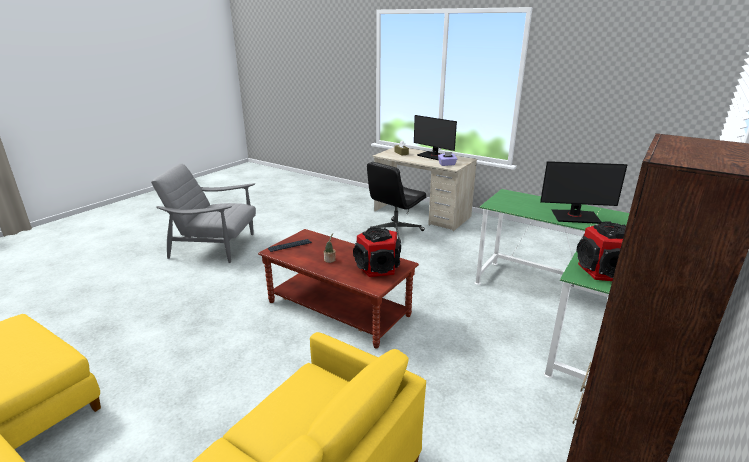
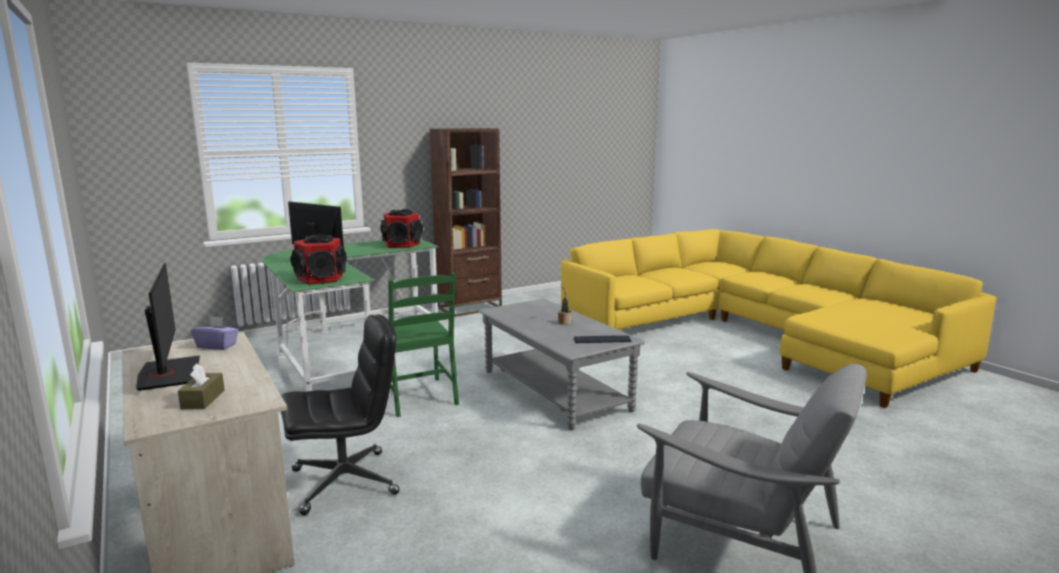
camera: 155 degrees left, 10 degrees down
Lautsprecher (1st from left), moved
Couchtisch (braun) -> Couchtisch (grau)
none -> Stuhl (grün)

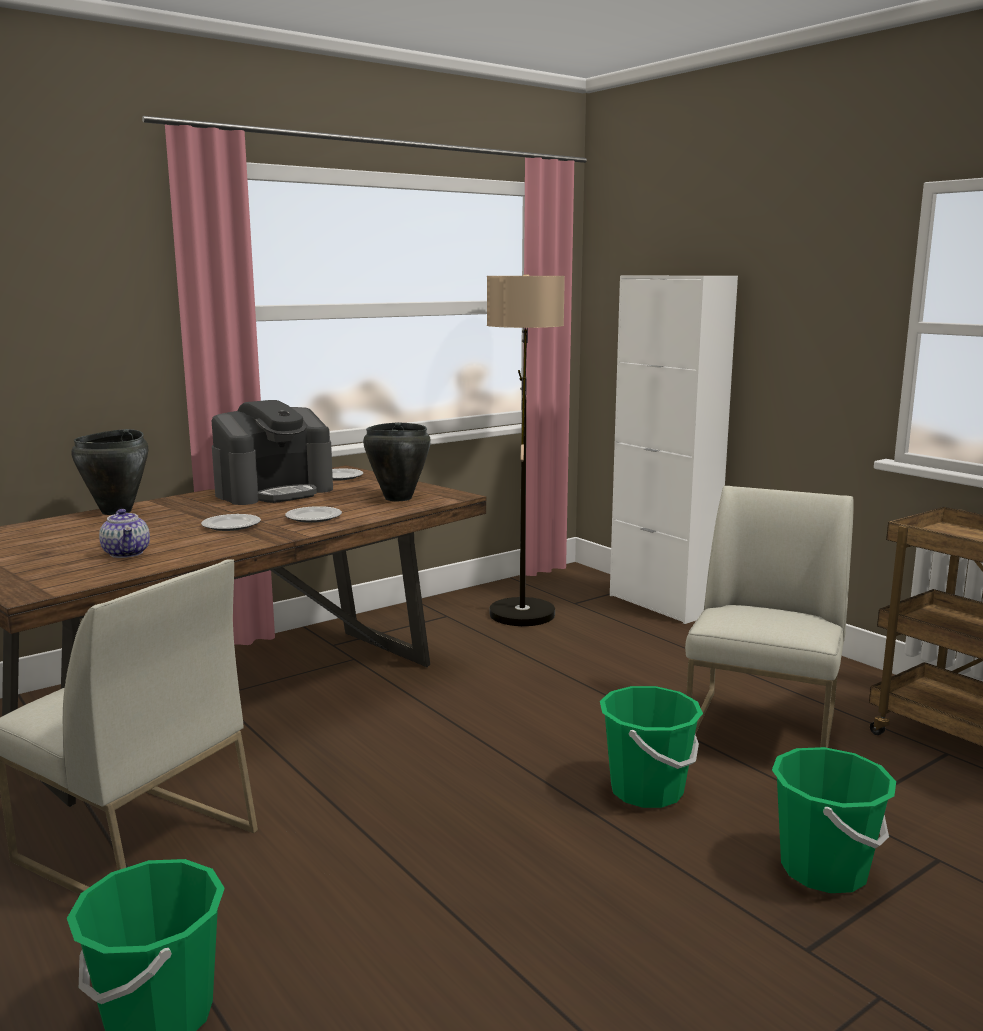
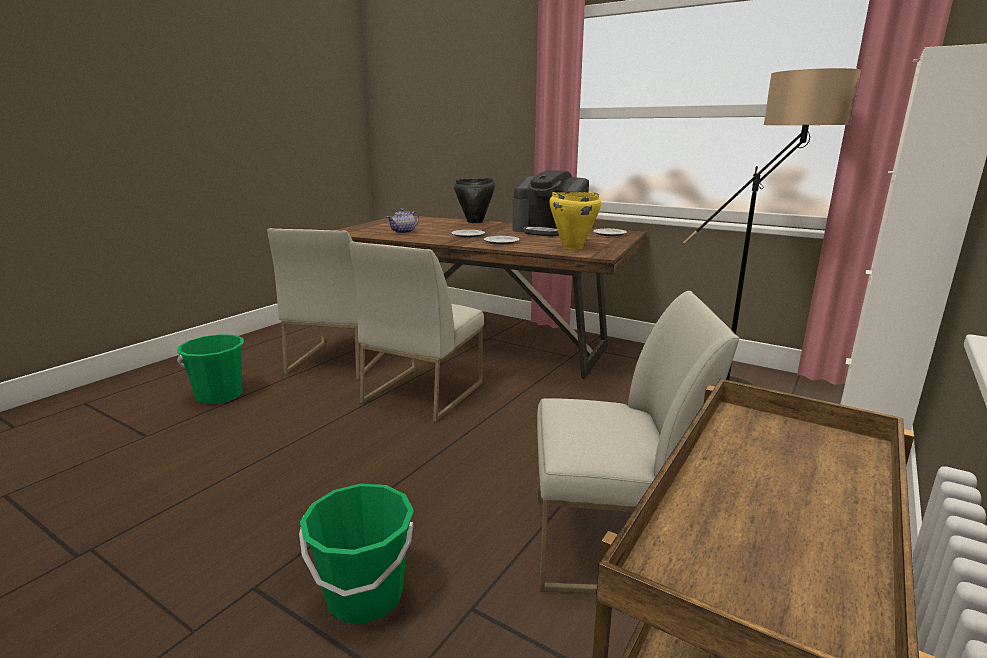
camera: 70 degrees right, 5 degrees up
Kochtopf (schwarz) (2nd from left) -> Kochtopf (gelb)
Eimer (grün) (2nd from left) -> none
none -> Stuhl (weiß) (2nd from left)

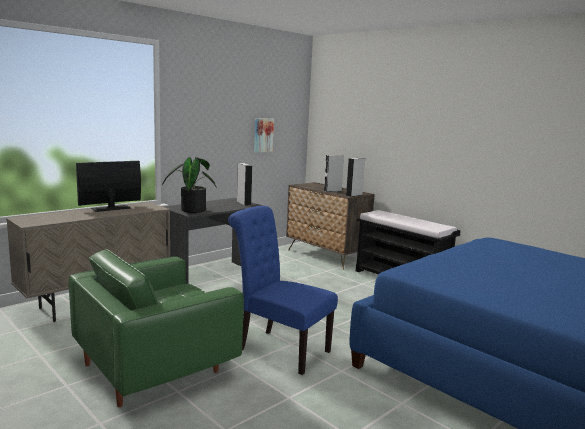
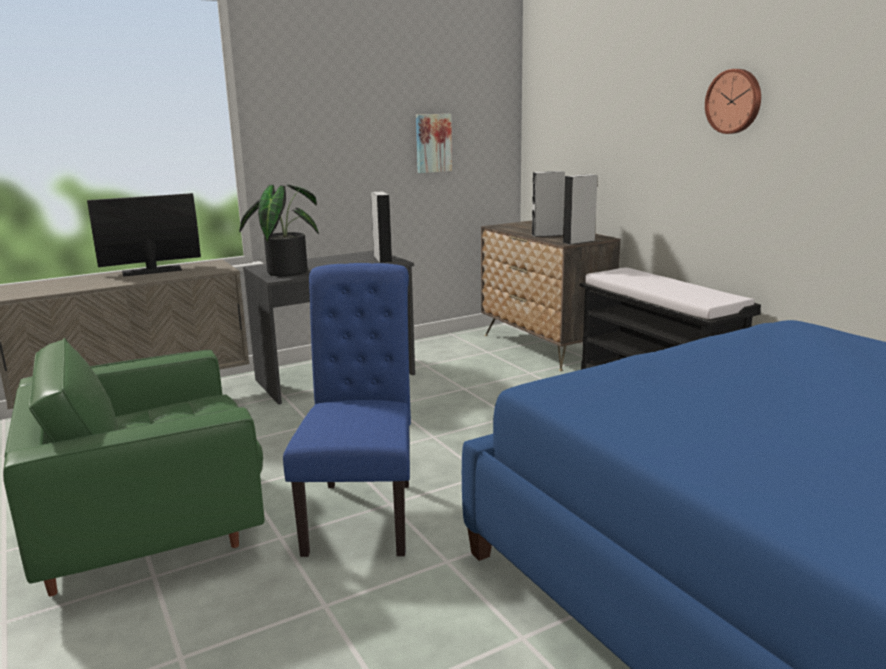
camera: 15 degrees right, 5 degrees up
Stuhl (blau), 45 degrees clockwise
none -> Wanduhr

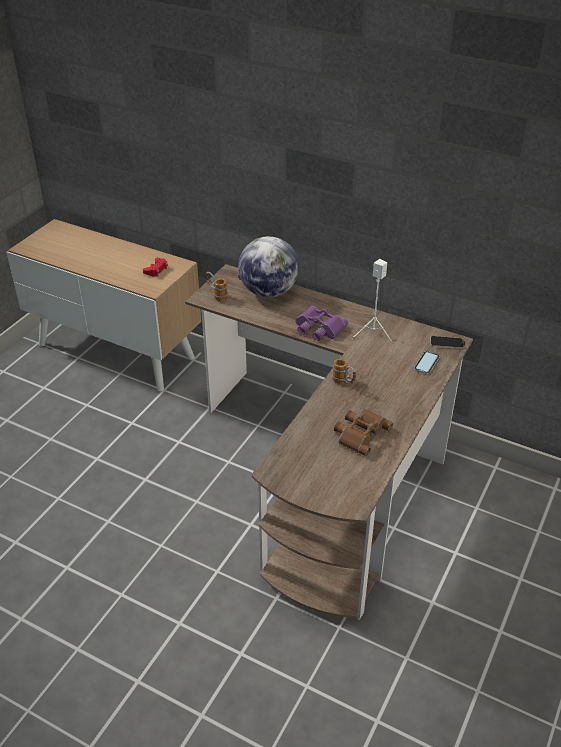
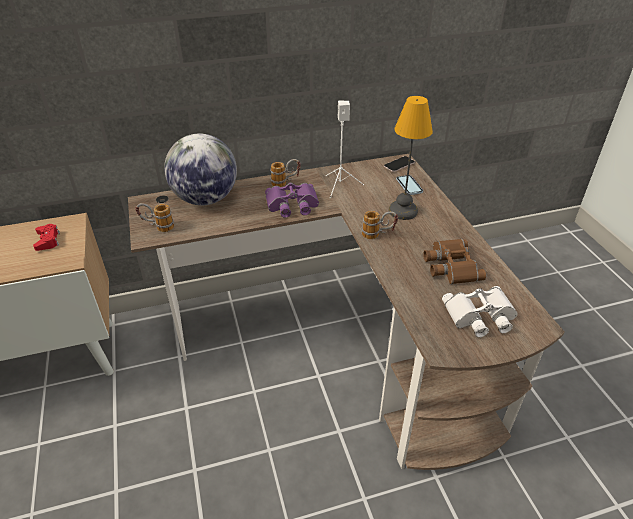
camera: 45 degrees left, 0 degrees up
none -> Tischlampe
none -> Henkelbecher (2nd from left)
none -> Fernglas (weiß)

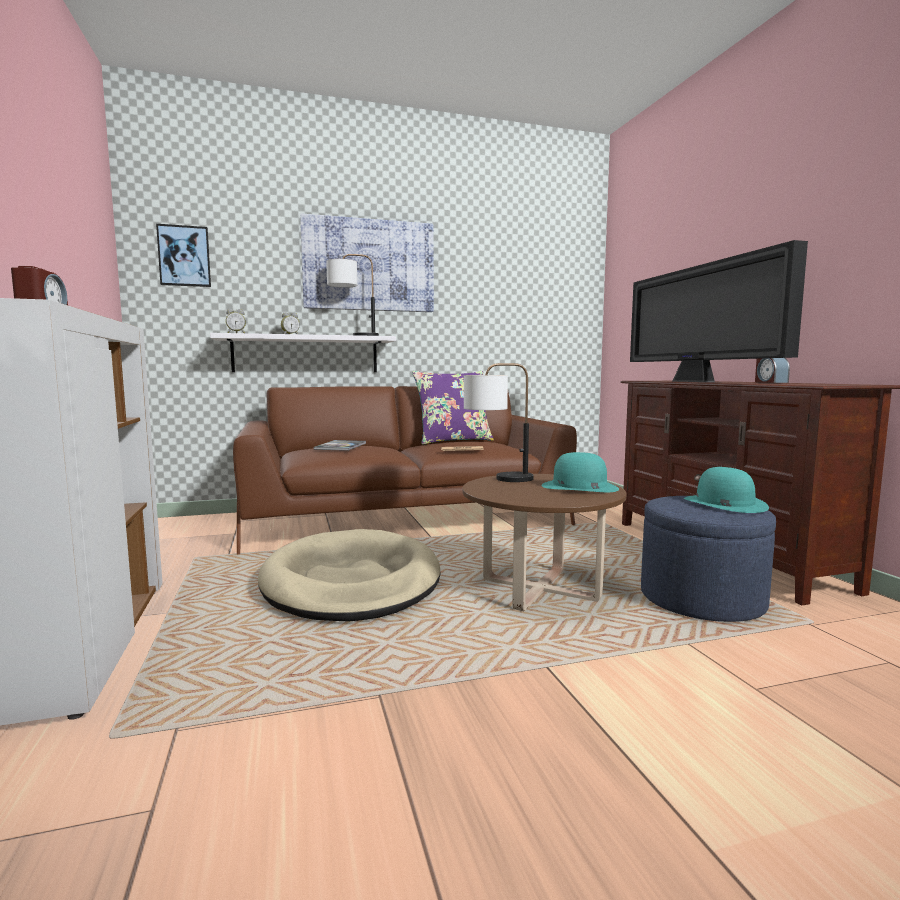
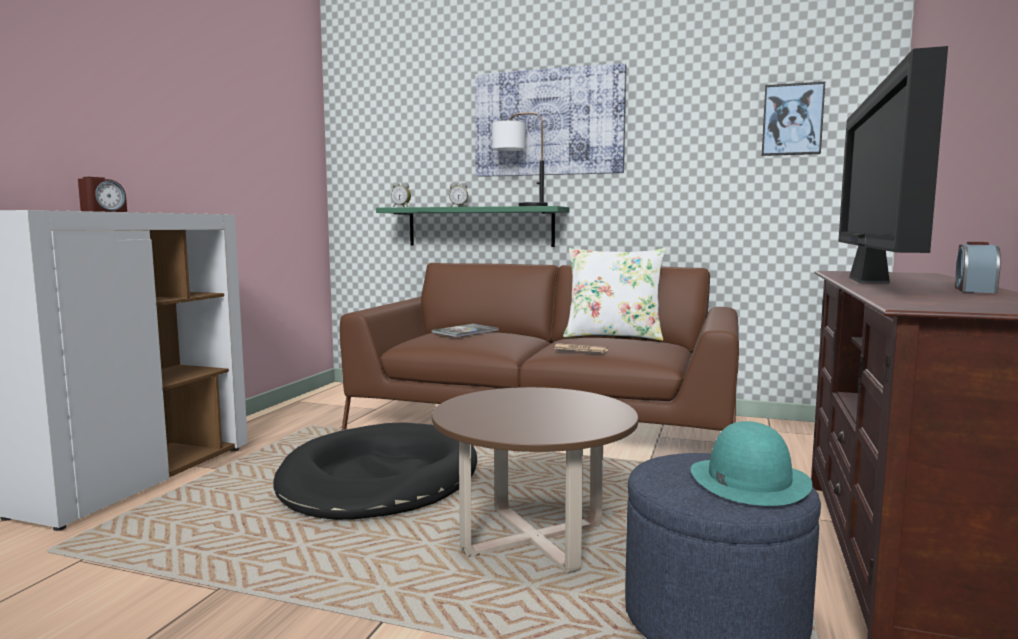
camera: 35 degrees right, 0 degrees up
Bild (1st from left in the first image) -> Bild (2nd from left), moved
Wandregal (weiß) -> Wandregal (grün)
Tischlampe (2nd from left) -> none
Kissen (lila) -> Kissen (weiß)
Hut (türkis) (1st from left) -> none
Hundebett (beige) -> Hundebett (schwarz)

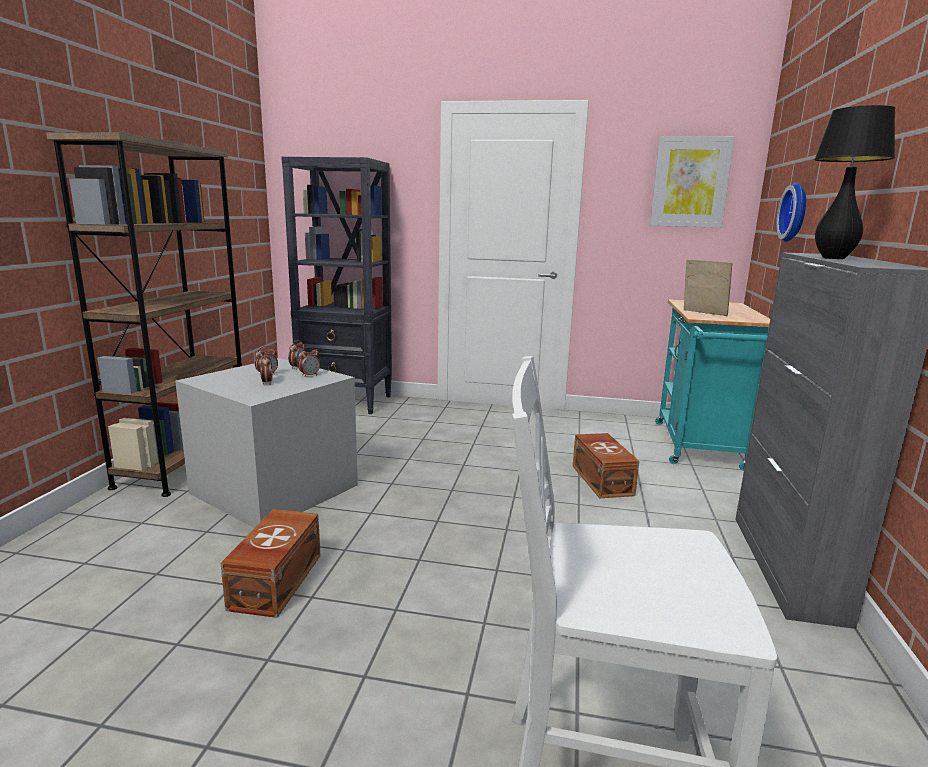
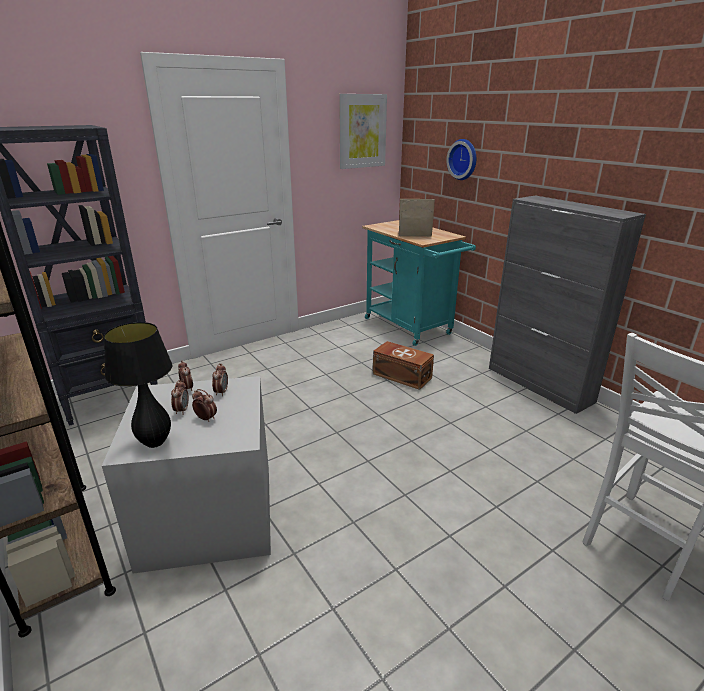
camera: 45 degrees left, 10 degrees up
Tischlampe (schwarz), moved
Aufbewahrungsbox (braun) (1st from left) -> none

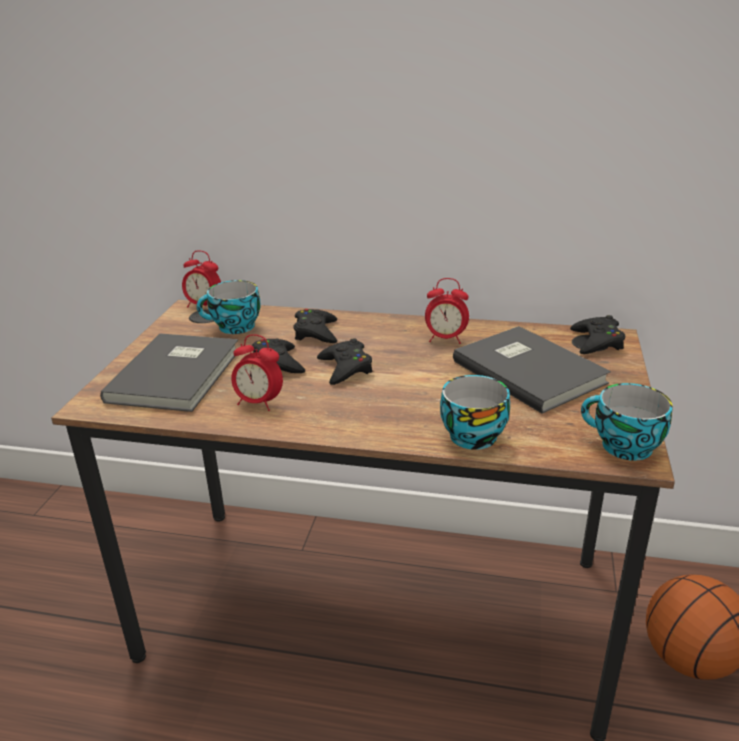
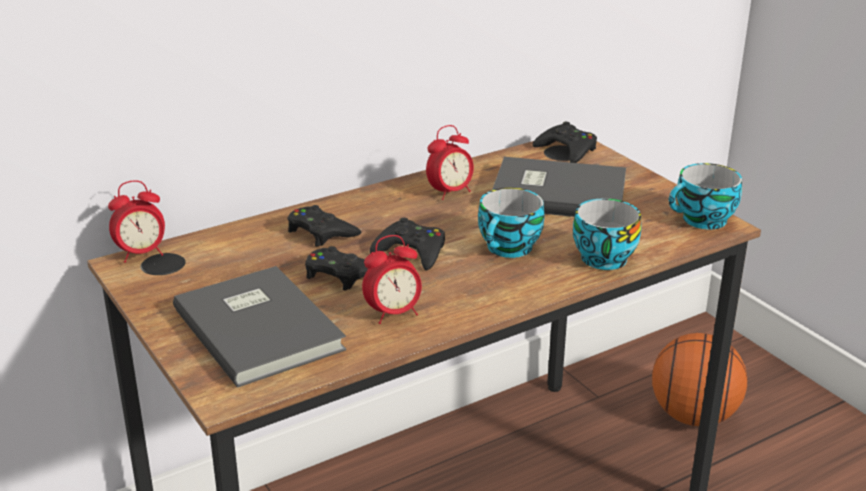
camera: 45 degrees left, 0 degrees up
Tasse (1st from left), moved

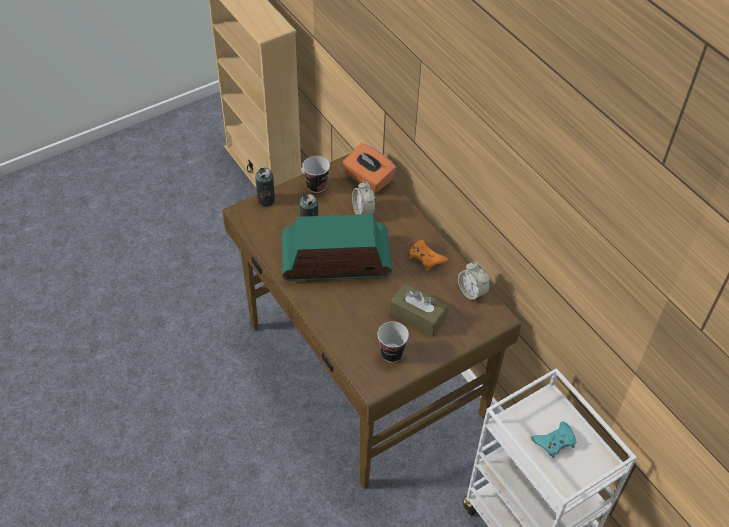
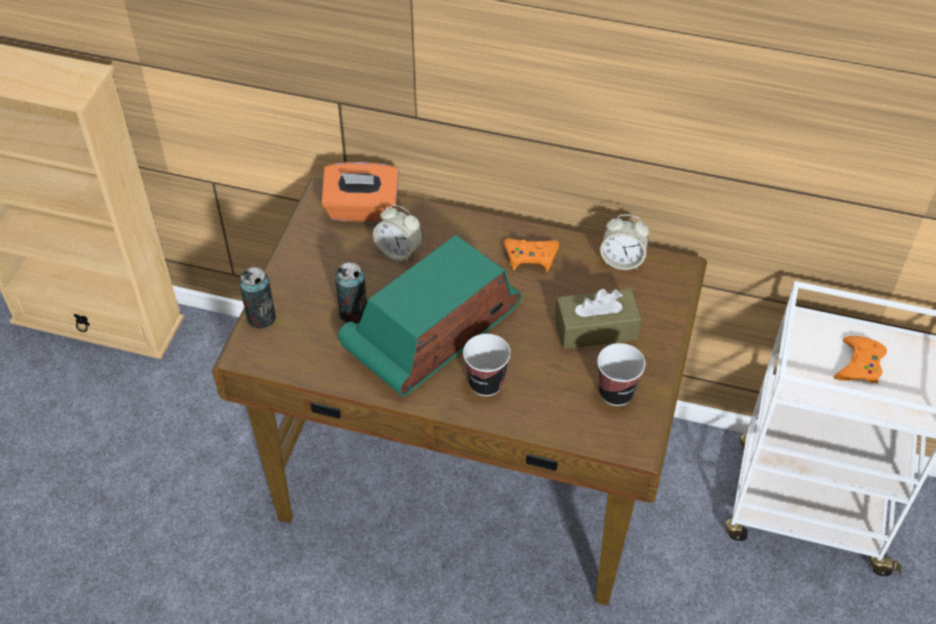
camera: 40 degrees left, 0 degrees up
Tasse (1st from left), moved
Gamepad (türkis) -> Gamepad (orange) (2nd from left)

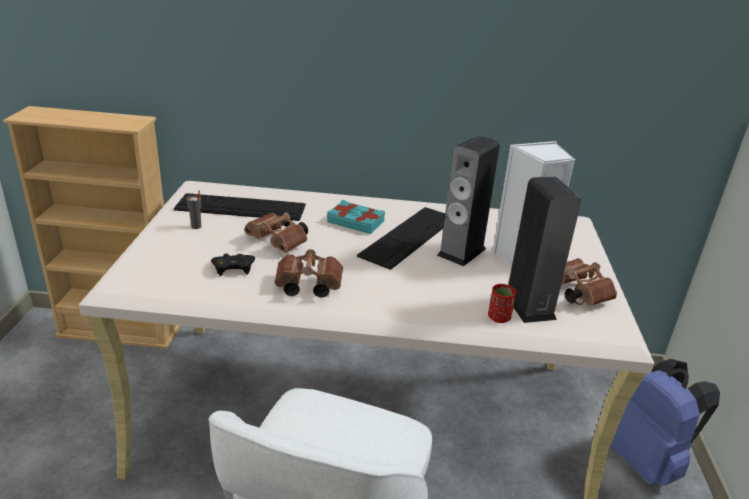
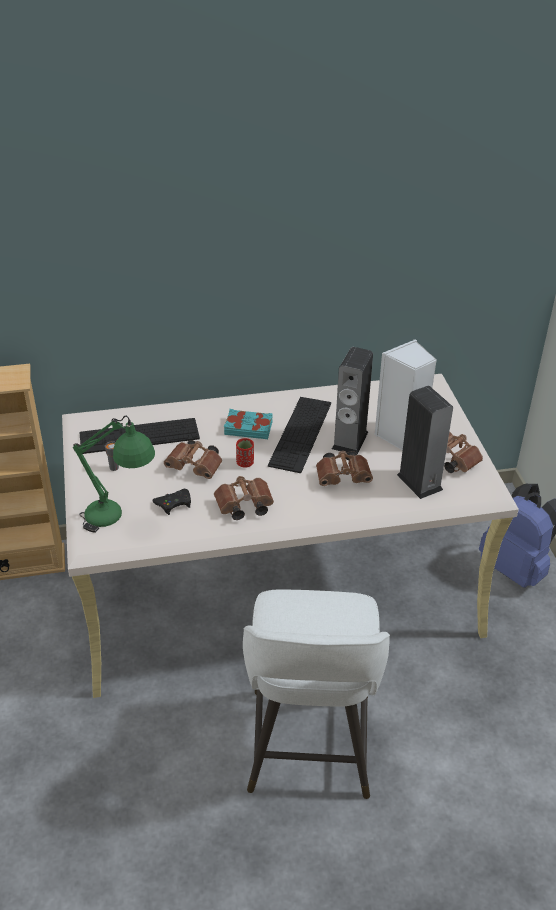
camera: 15 degrees left, 10 degrees up
Tasse (rot), moved
none -> Tischlampe (grün)
none -> Fernglas (braun) (3rd from left)

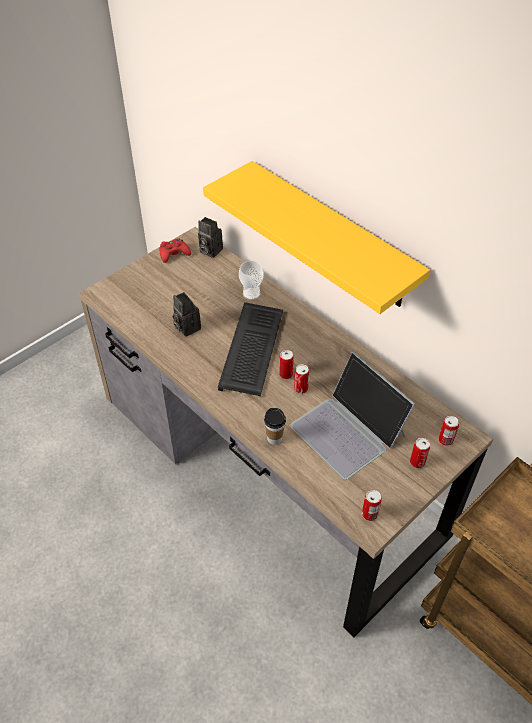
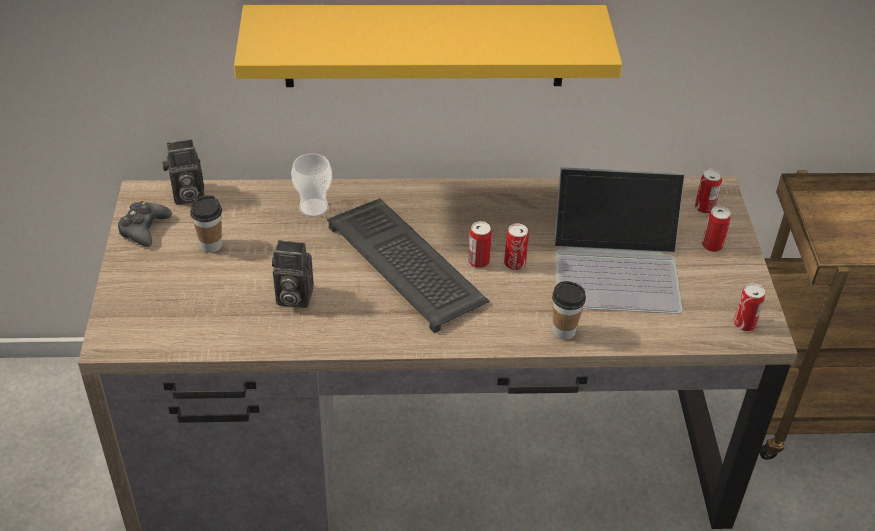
camera: 50 degrees left, 5 degrees down
Gamepad (rot) -> Gamepad (schwarz)
none -> Tasse (1st from left)

